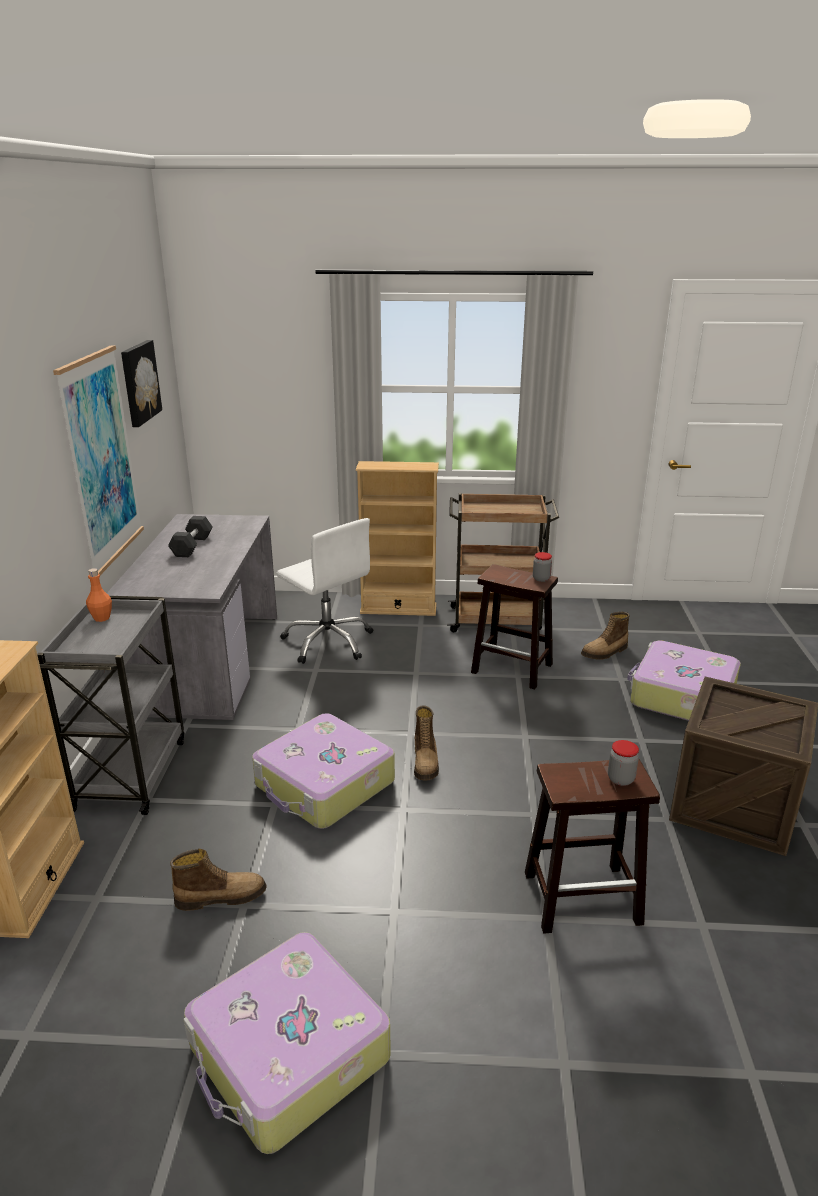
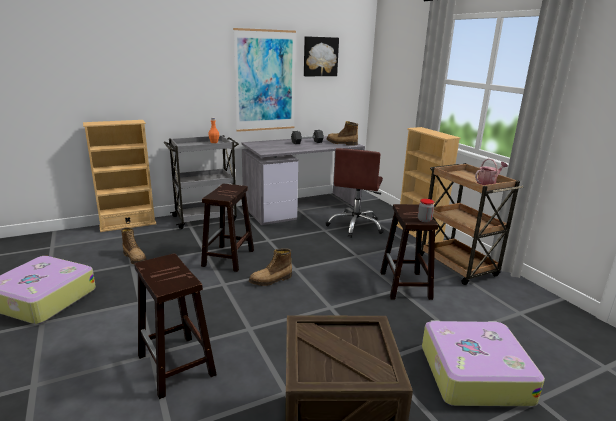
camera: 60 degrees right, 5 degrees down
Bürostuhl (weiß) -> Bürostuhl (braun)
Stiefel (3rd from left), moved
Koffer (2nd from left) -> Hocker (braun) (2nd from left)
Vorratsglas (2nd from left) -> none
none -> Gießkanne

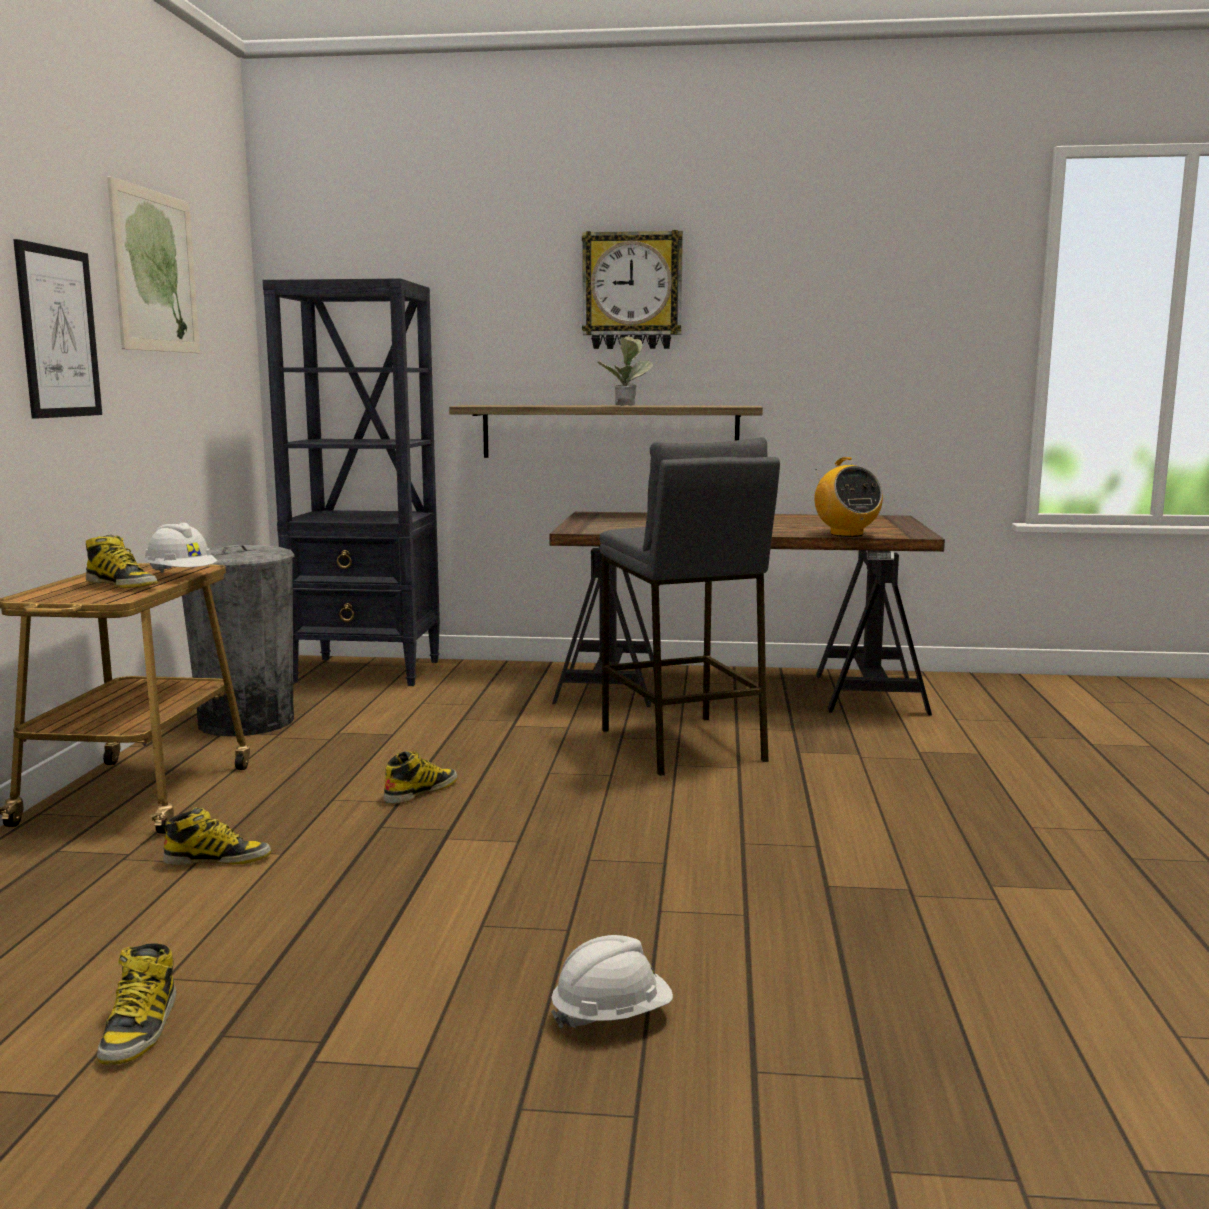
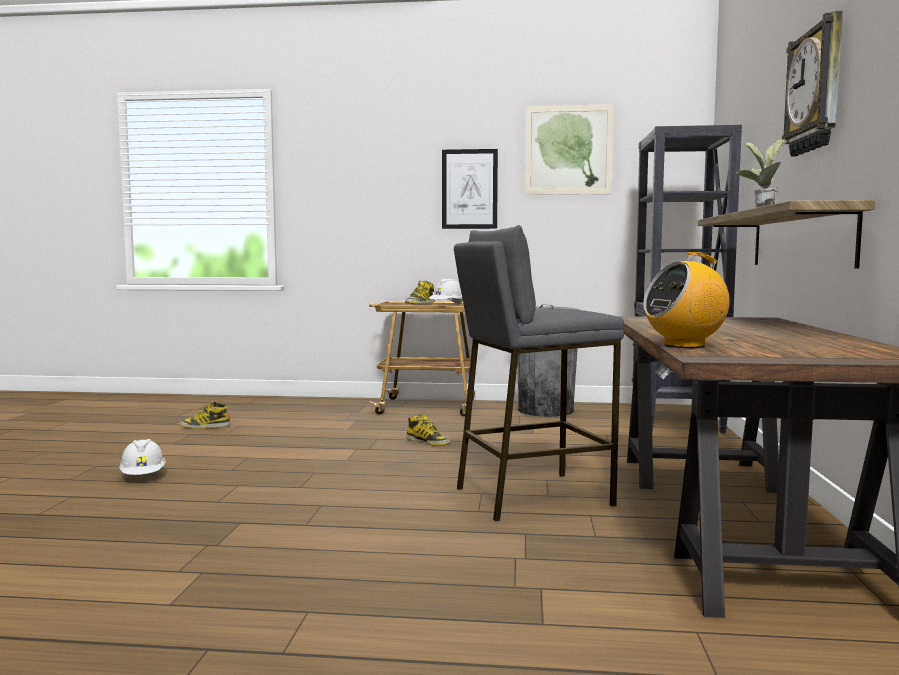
camera: 90 degrees right, 5 degrees down
Stiefel (3rd from left) -> none

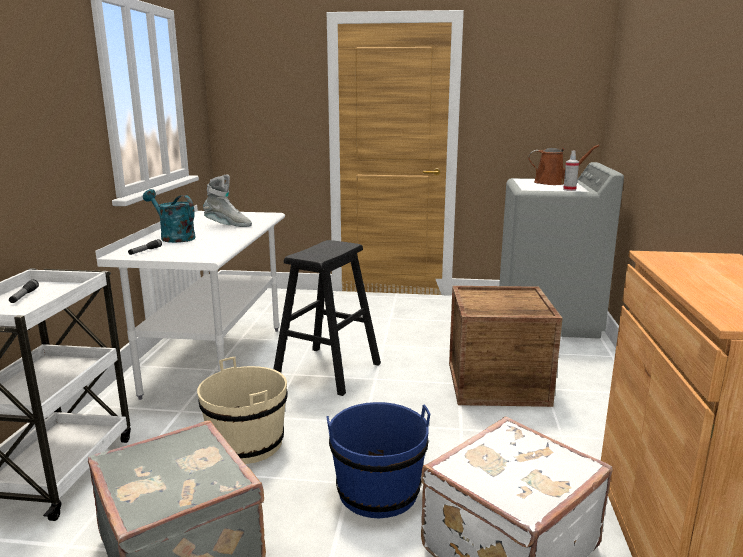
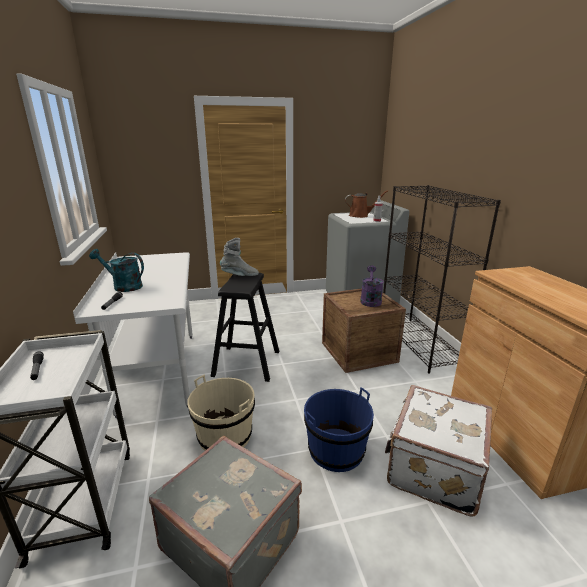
camera: 20 degrees left, 5 degrees up
Stiefel (grau), moved
none -> Bücherregal (schwarz)
none -> Gießkanne (lila)

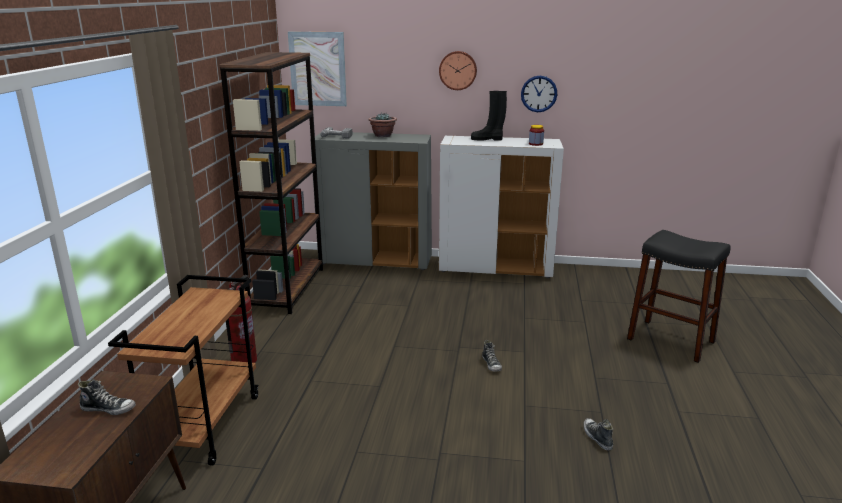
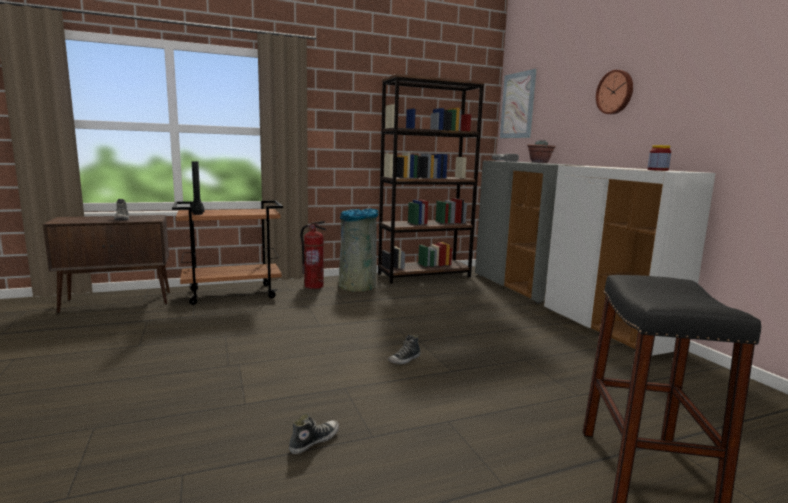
camera: 60 degrees right, 10 degrees down
Wanduhr (2nd from left) -> none
Stiefel (schwarz), moved
none -> Mülleimer (grau)

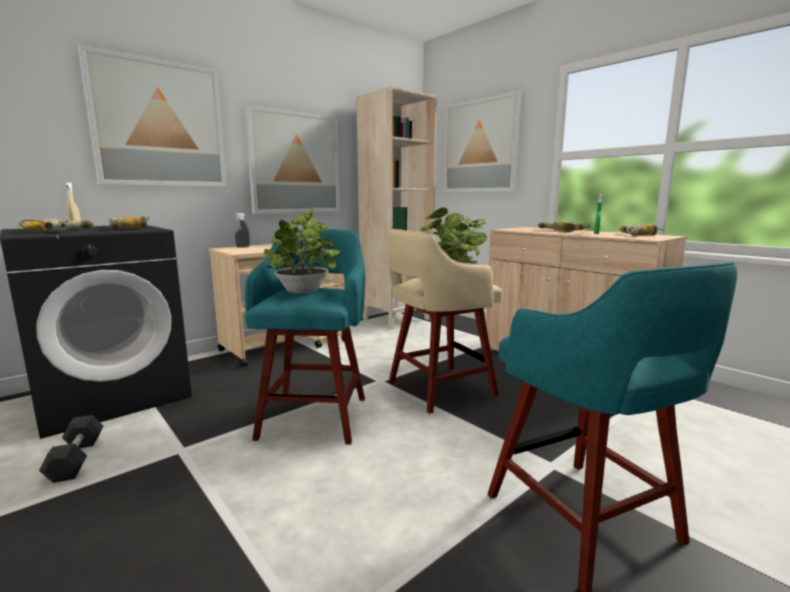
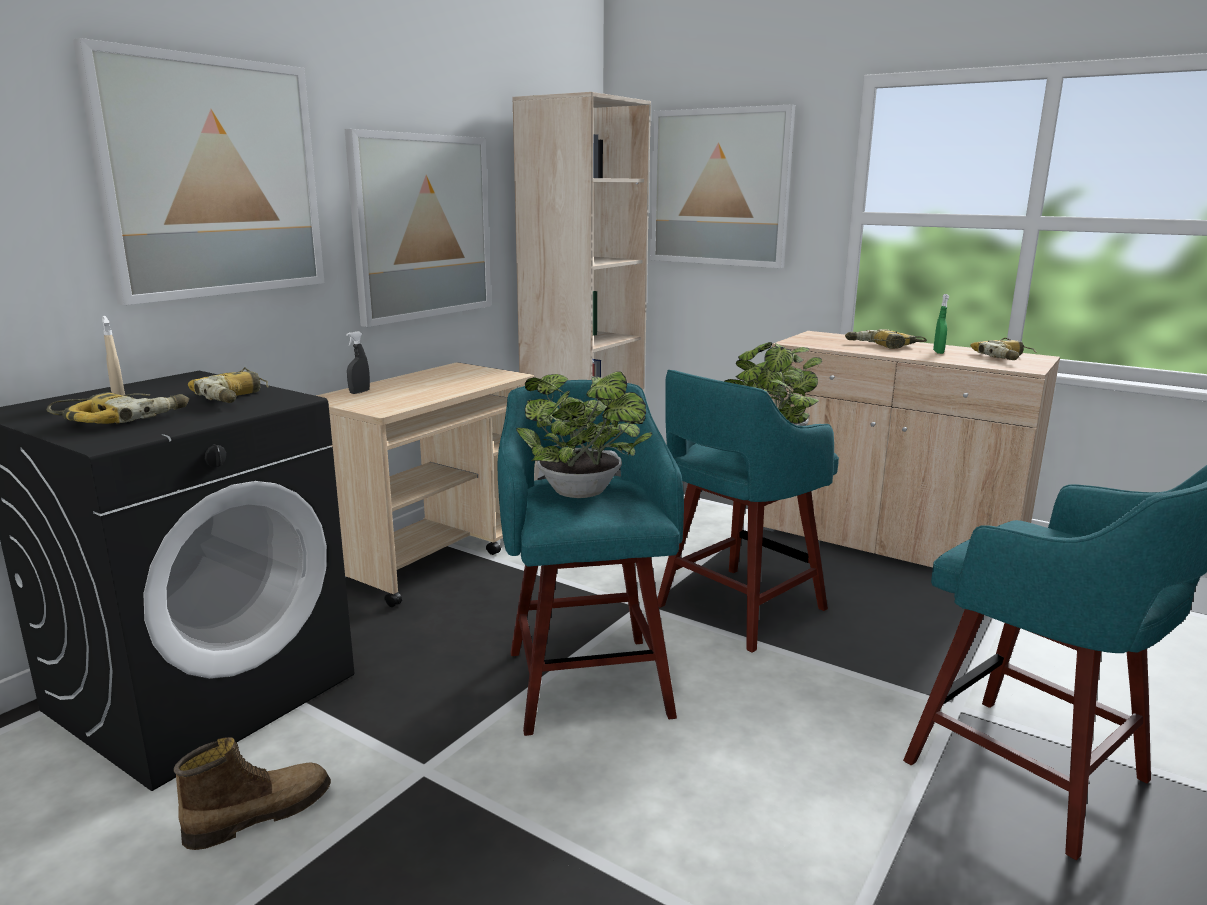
camera: 15 degrees left, 5 degrees up
Hocker (beige) -> Hocker (türkis) (2nd from left)
Hantel (grau) -> Stiefel

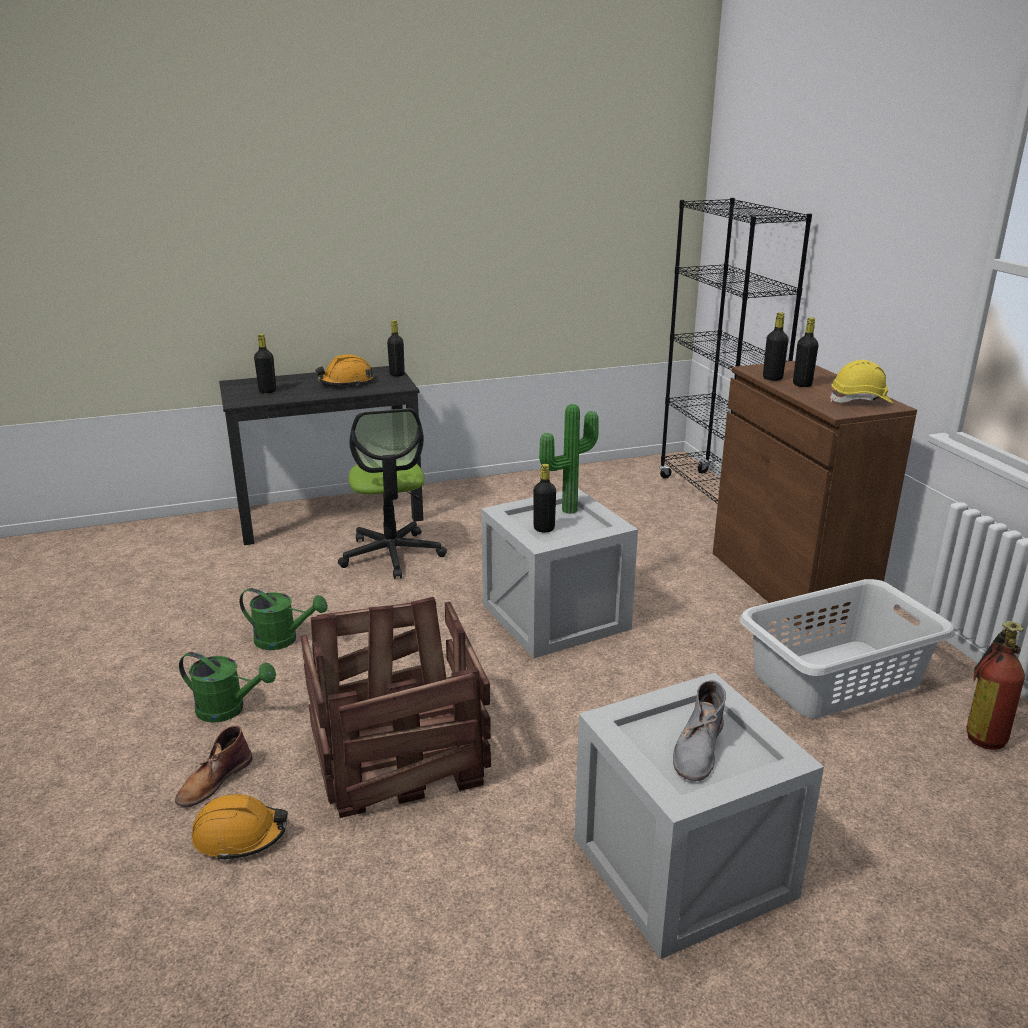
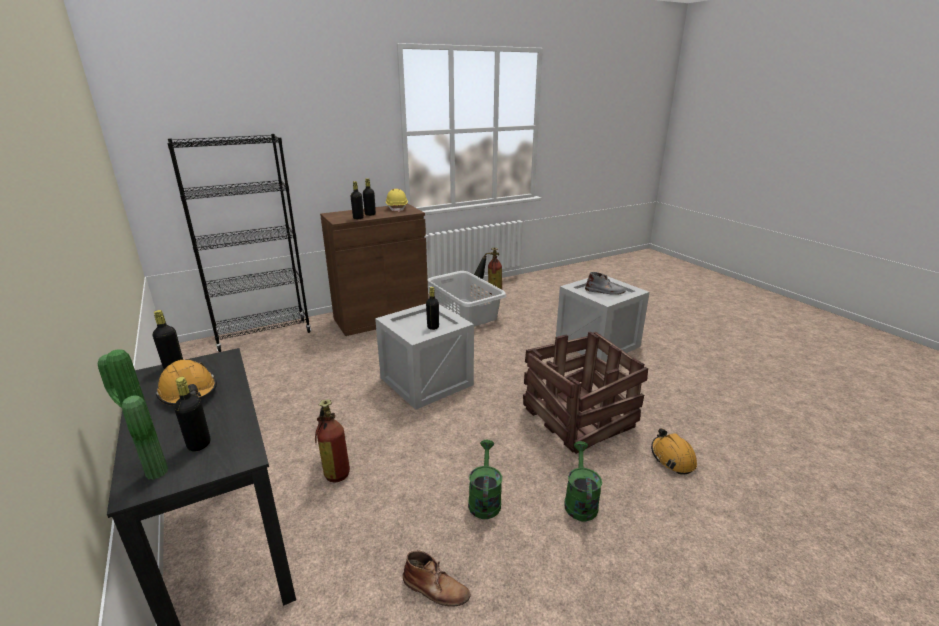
camera: 100 degrees left, 0 degrees up
Topfpflanze, moved
Bürostuhl -> Feuerlöscher (1st from left)
Stiefel (braun), moved

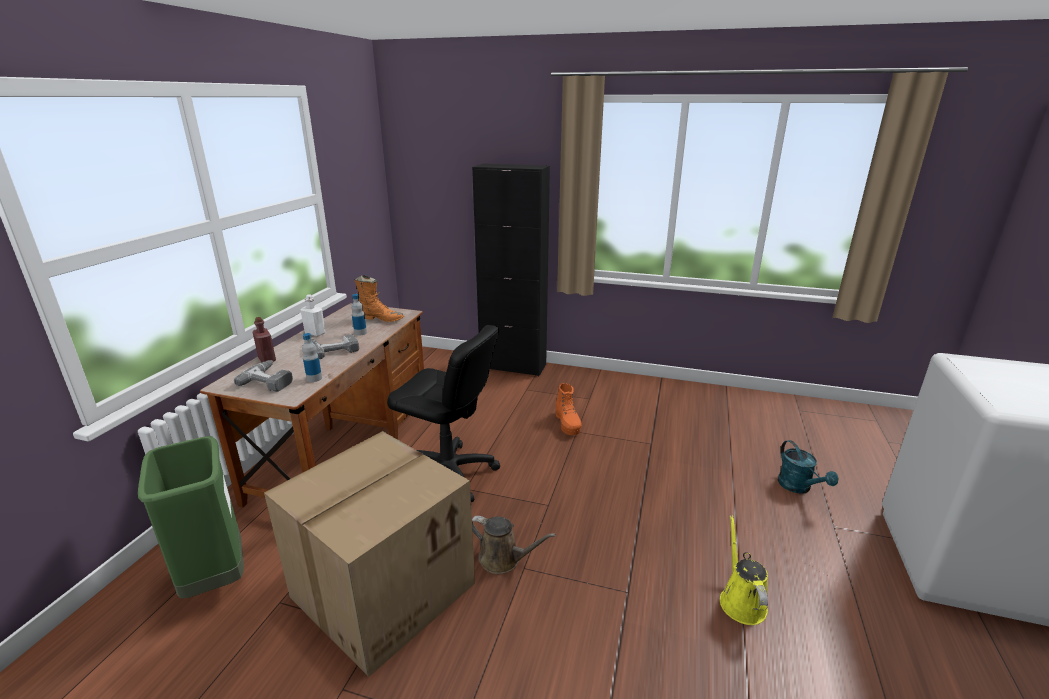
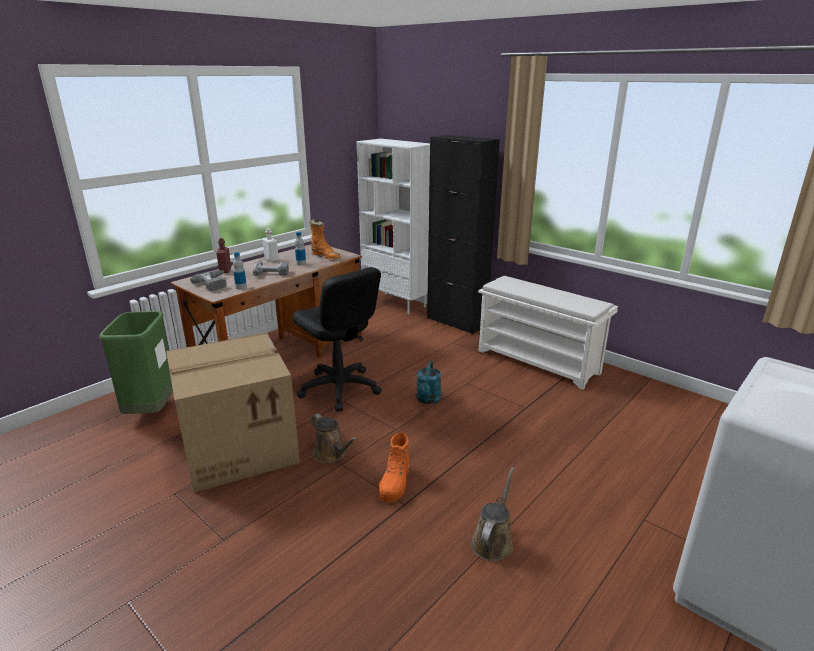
camera: 25 degrees right, 0 degrees up
Stiefel (orange) (2nd from left), moved
Gießkanne (türkis), moved
Gießkanne (gelb) -> Gießkanne (braun) (2nd from left)
none -> Bücherregal (weiß)
none -> Schuhregal (weiß)

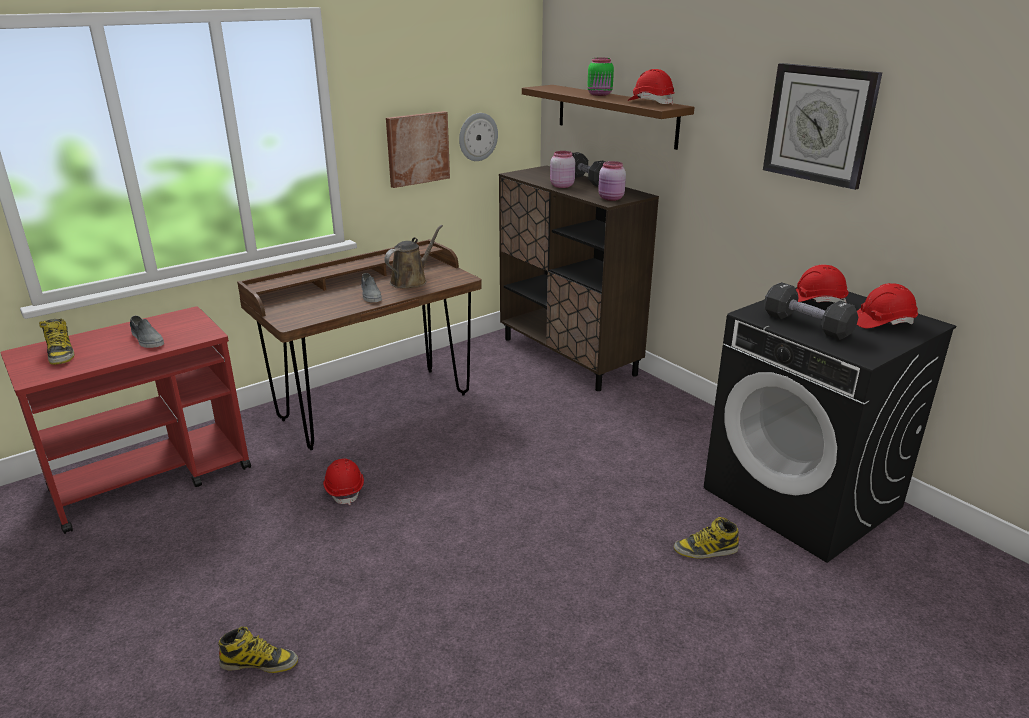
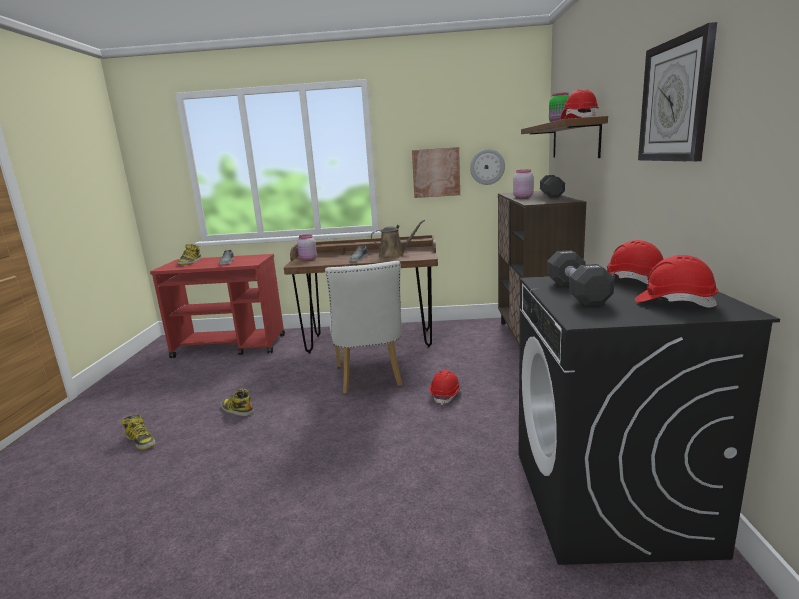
camera: 40 degrees right, 10 degrees down
Vorratsglas (rosa) (2nd from left in the first image) -> Vorratsglas (rosa) (1st from left), moved
Schutzhelm (rot) (1st from left), moved
Stiefel (3rd from left), moved
none -> Stuhl (weiß)

